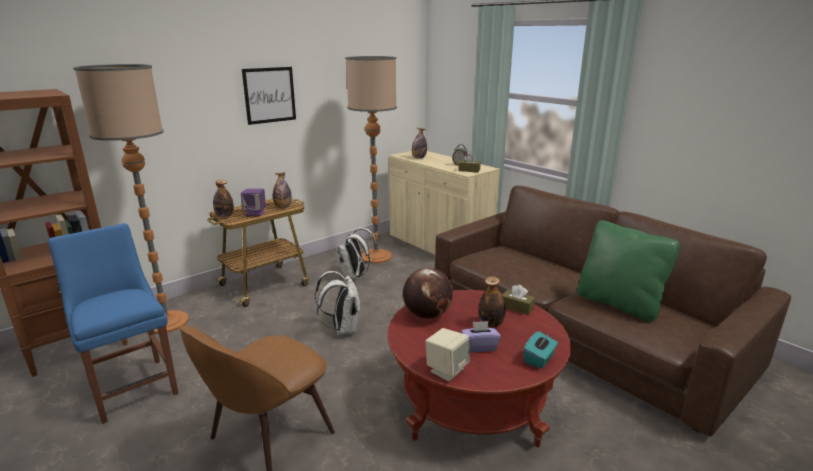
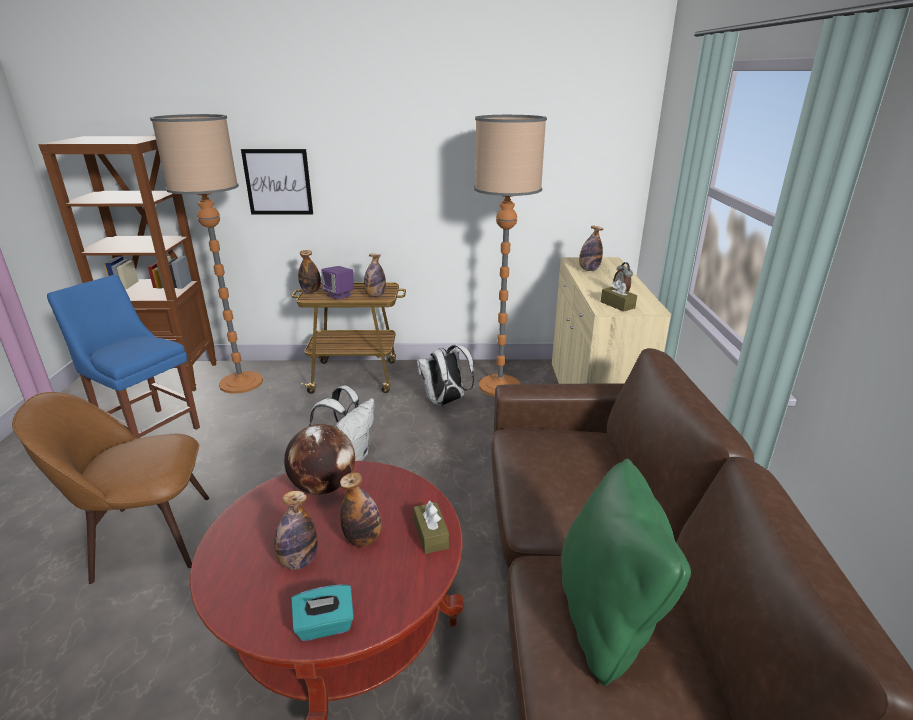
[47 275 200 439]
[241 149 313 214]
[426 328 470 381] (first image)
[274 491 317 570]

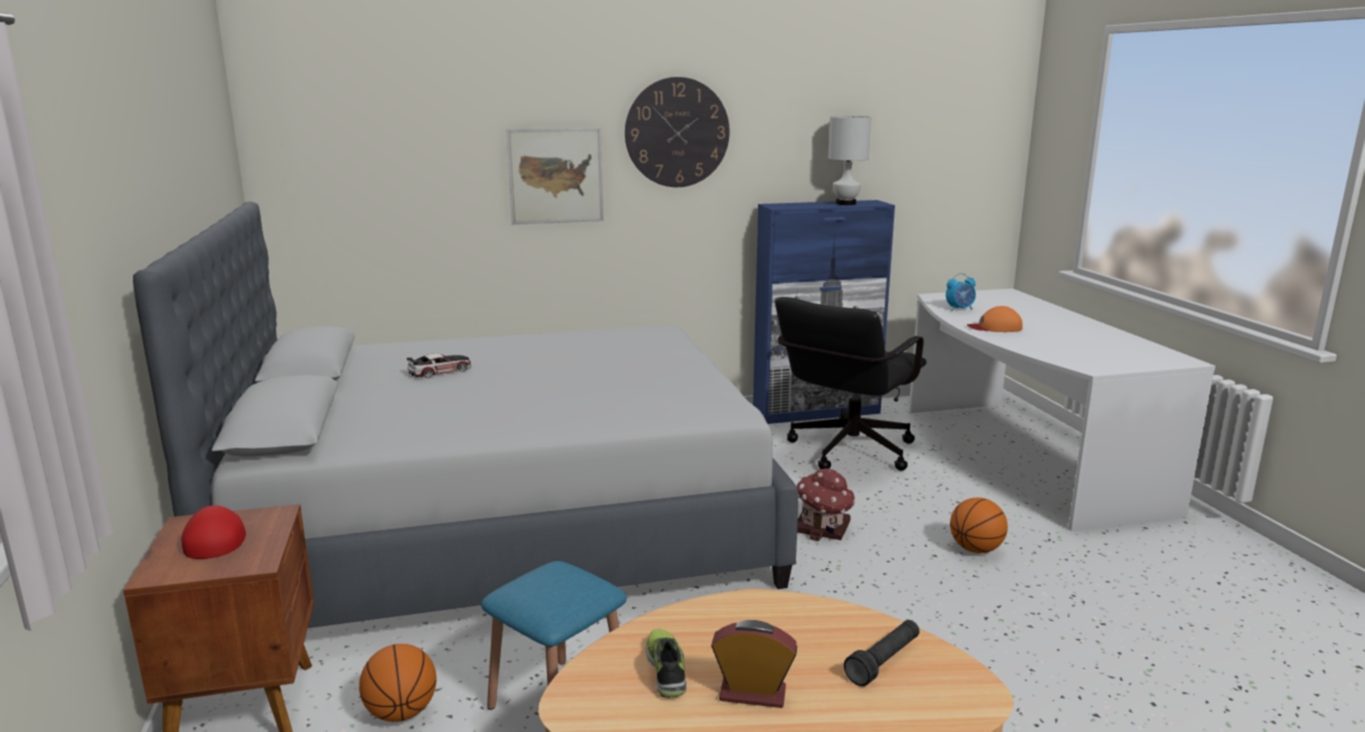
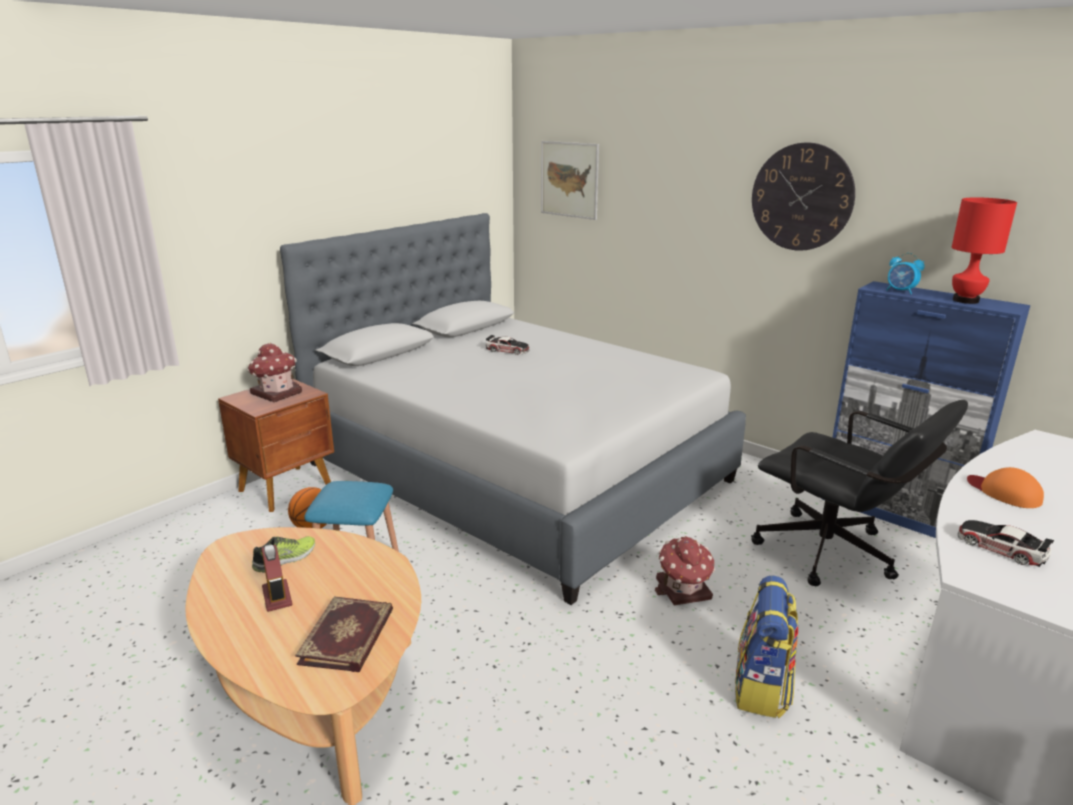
[247 343 302 402]
[541 141 599 220]
[751 400 968 586]
[952 197 1017 304]
[295 596 393 672]
[886 253 925 294]
[735 575 798 718]
[958 520 1054 567]

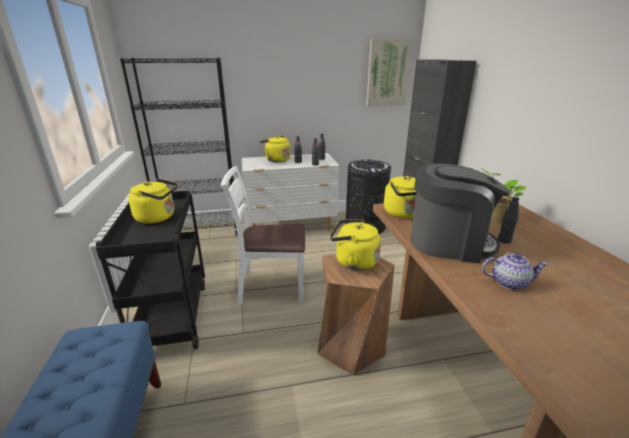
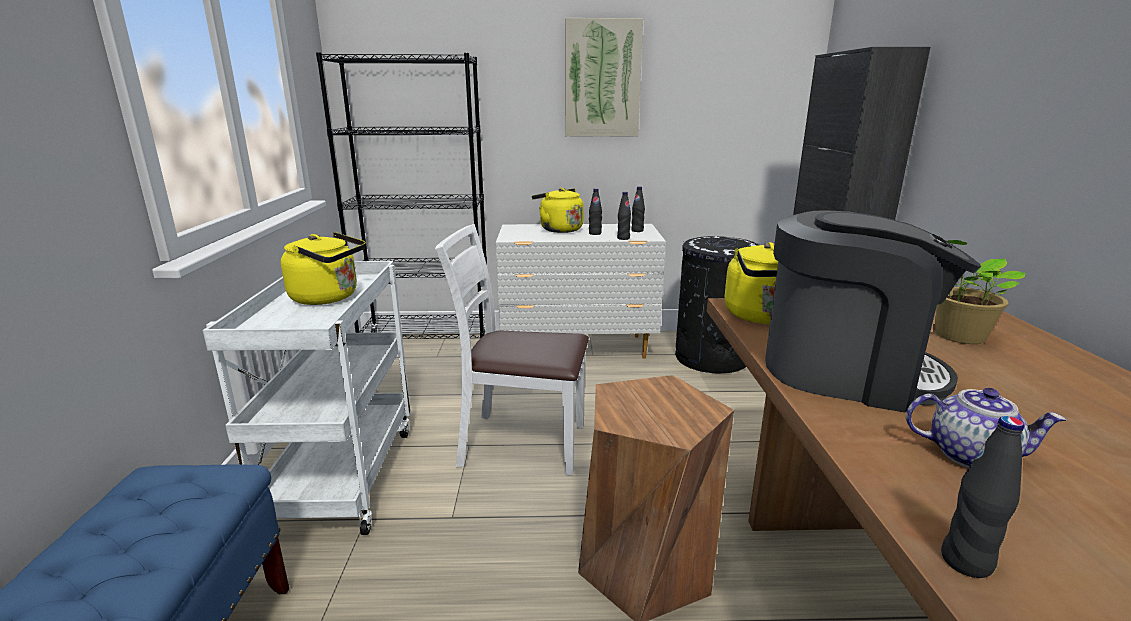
[203 261 411 535]
[330 219 381 271] (first image)
[565 18 643 137]
[941 416 1024 578]

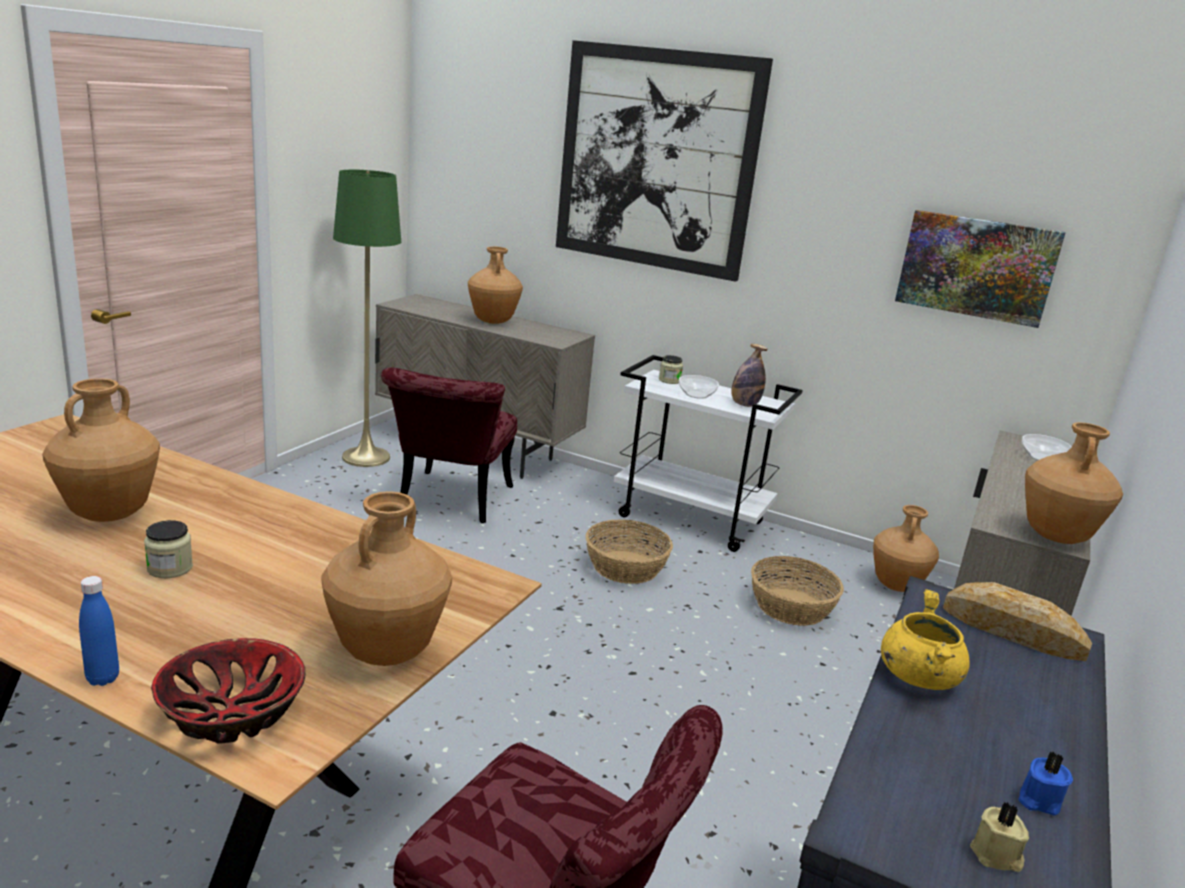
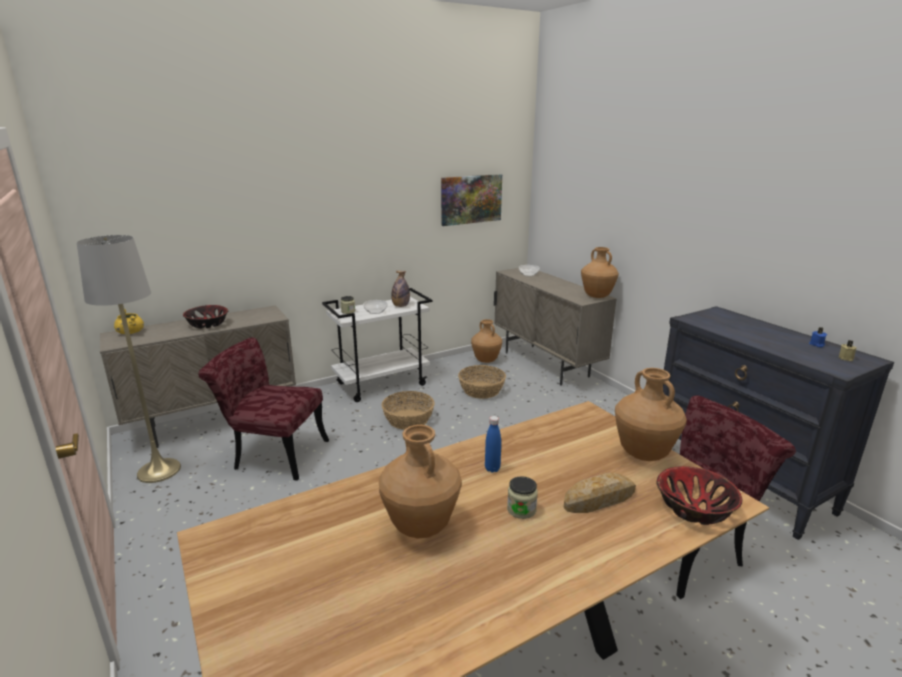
[485 416 501 473]
[77 235 181 483]
[198 337 329 481]
[183 305 228 328]
[556 40 773 282] (first image)
[114 309 144 334]
[564 473 636 513]

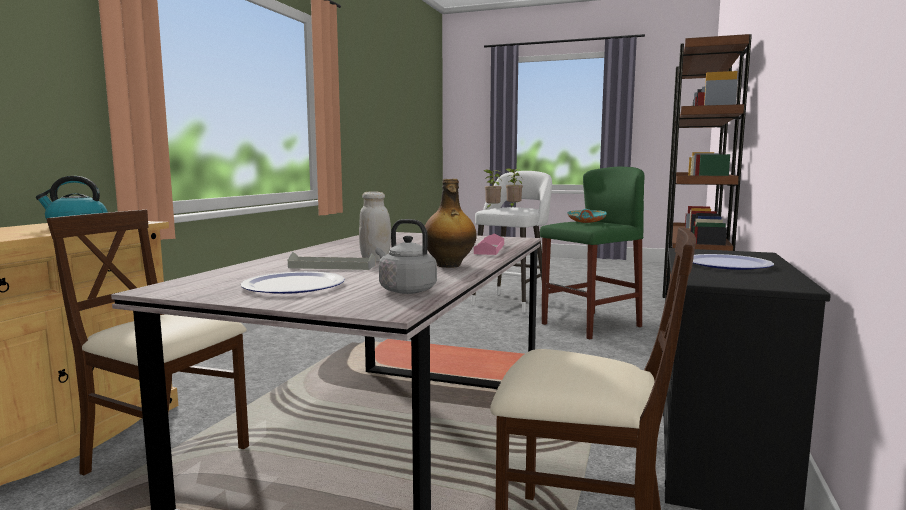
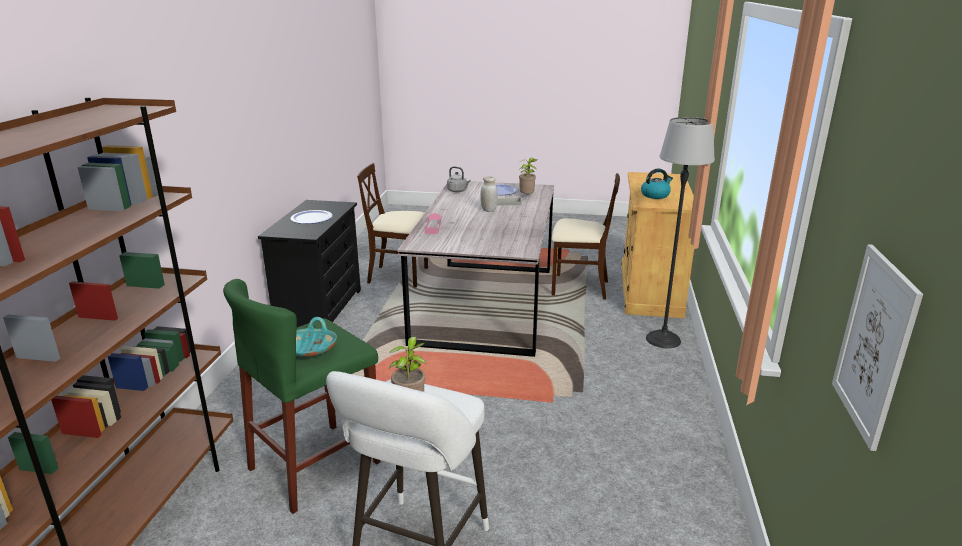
[422 179 477 268] (first image)
[519 158 537 194]
[646 117 715 348]
[832 244 923 451]

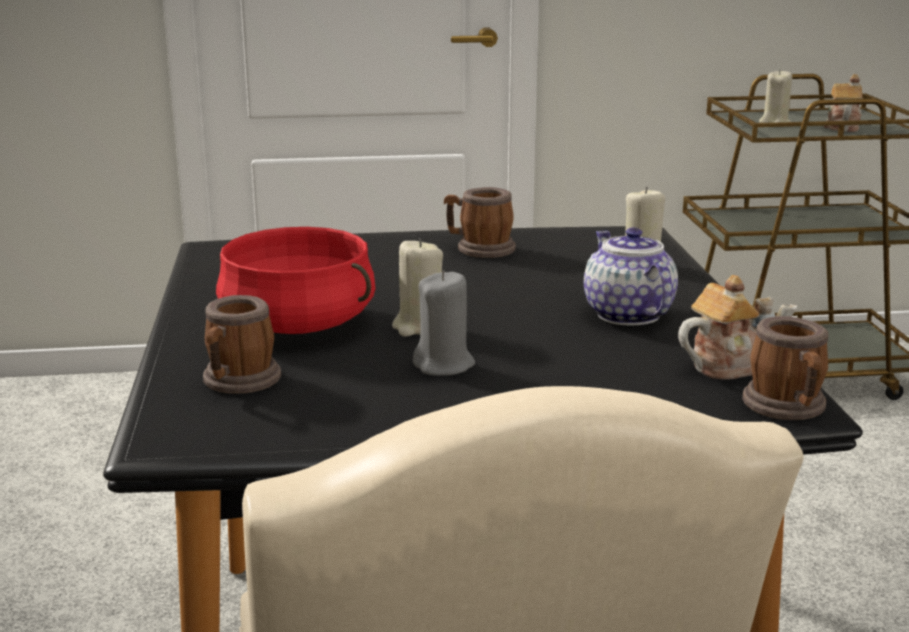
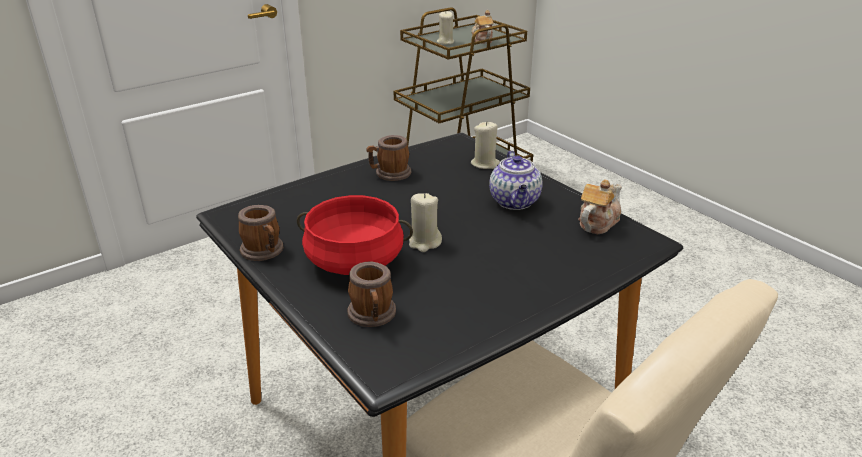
[413 270 475 376] (first image)
[489 150 543 210]
[238 205 283 261]

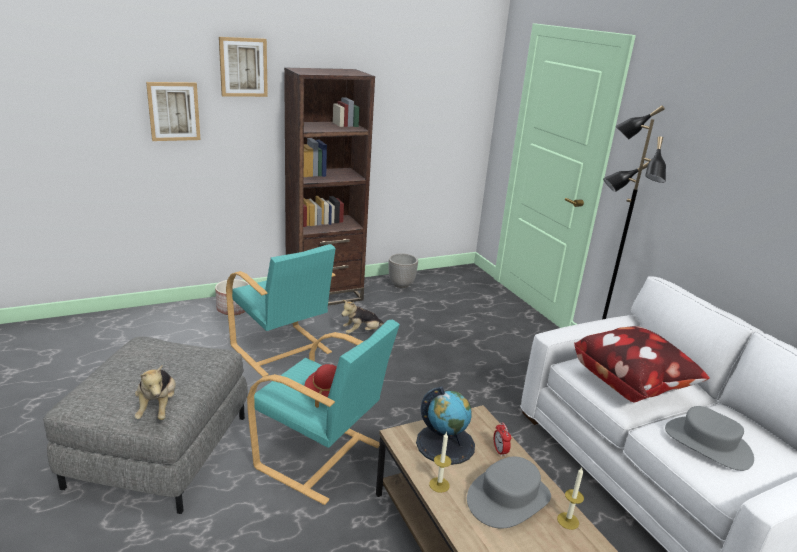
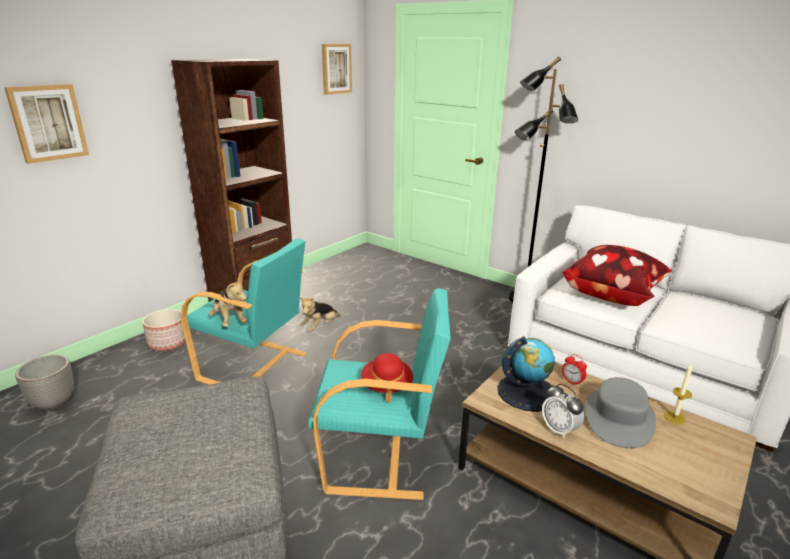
[208 277 247 327]
[322 44 352 95]
[15 355 74 411]
[542 384 584 439]
[665 406 754 471] (first image)

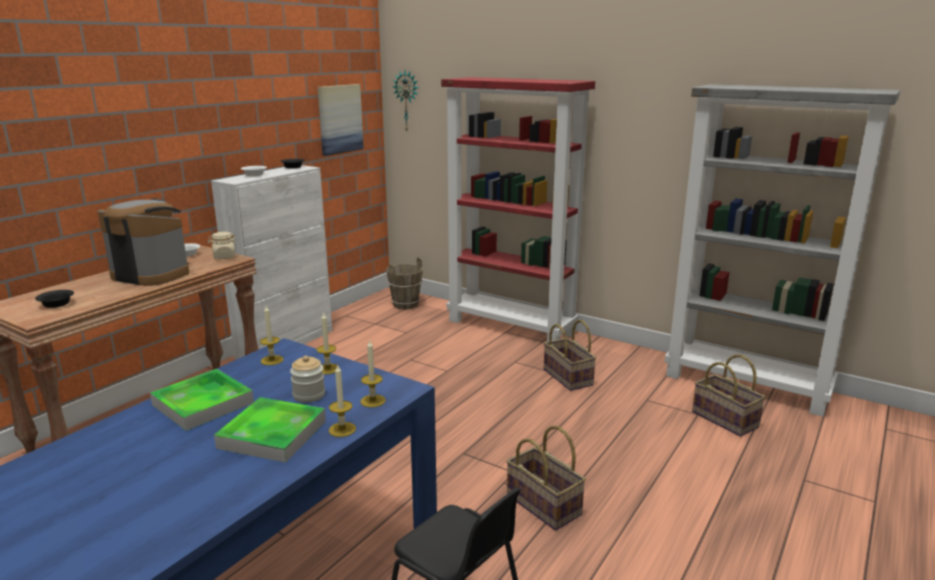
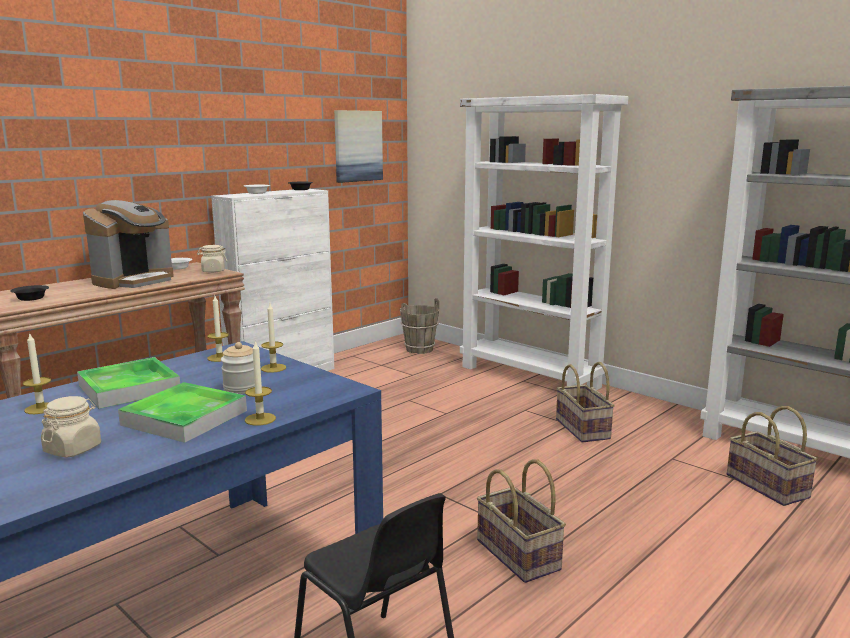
[83 200 174 289]
[23 332 51 414]
[393 70 418 131] (first image)
[460 94 629 390]
[41 396 101 458]

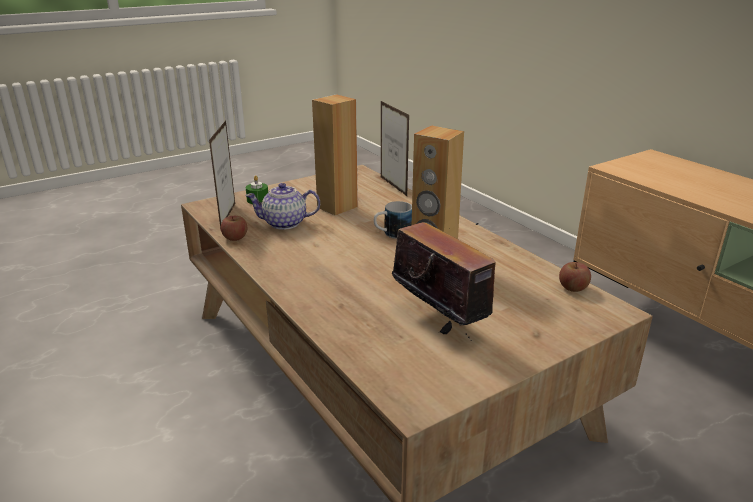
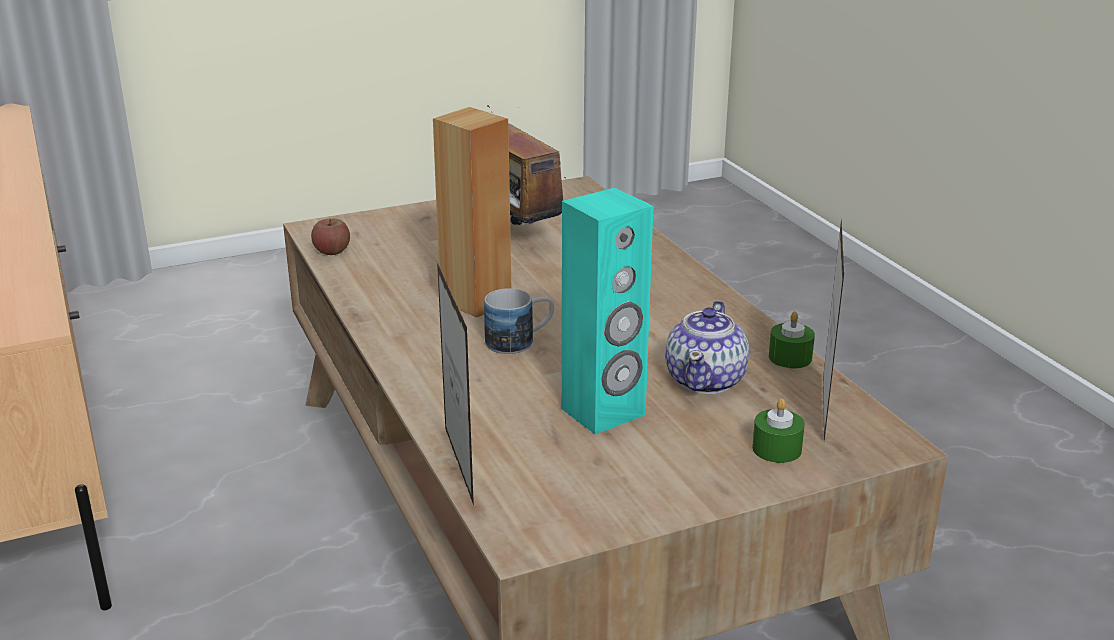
[769 311 815 368]
[665 300 749 394]
[562 188 654 434]

